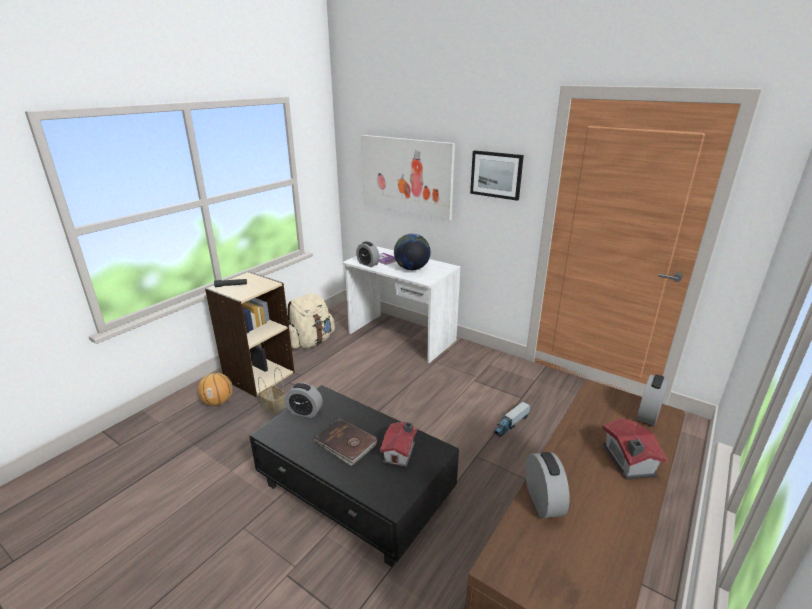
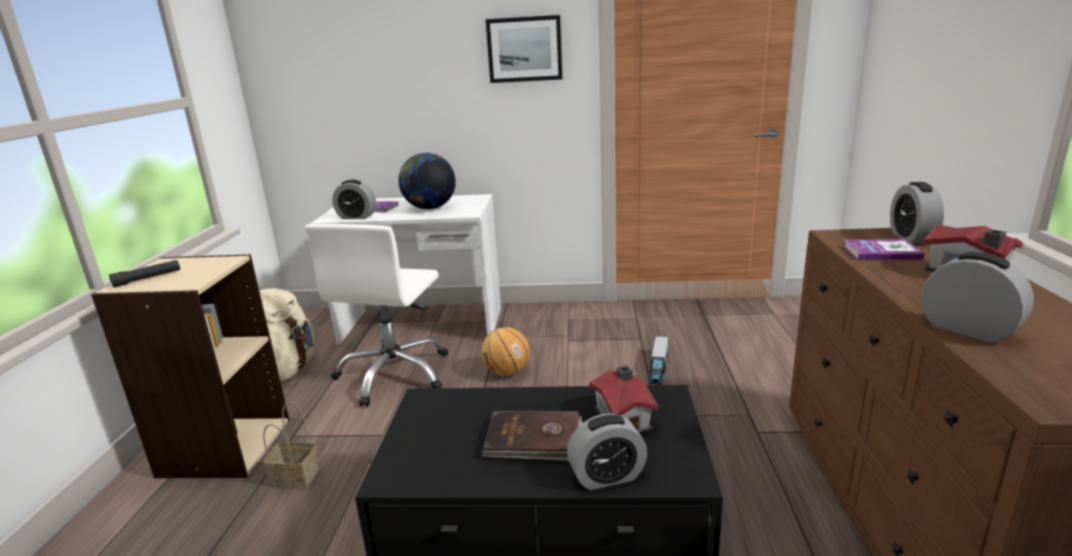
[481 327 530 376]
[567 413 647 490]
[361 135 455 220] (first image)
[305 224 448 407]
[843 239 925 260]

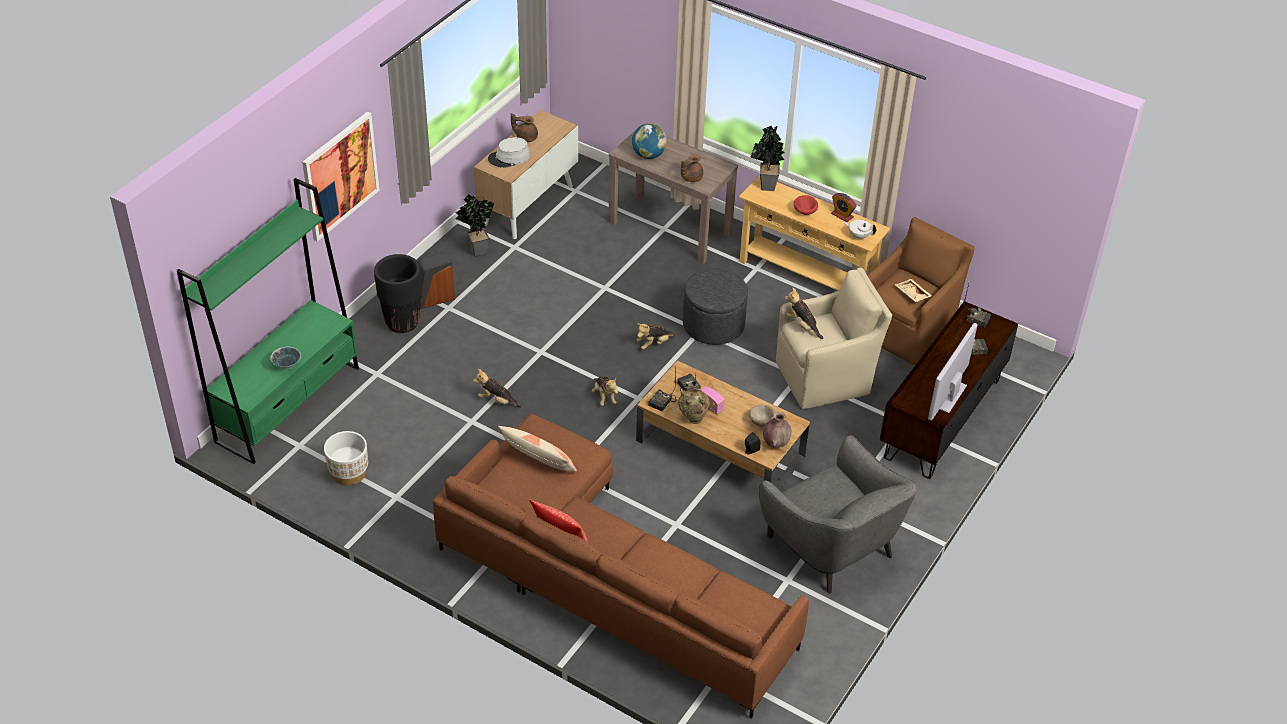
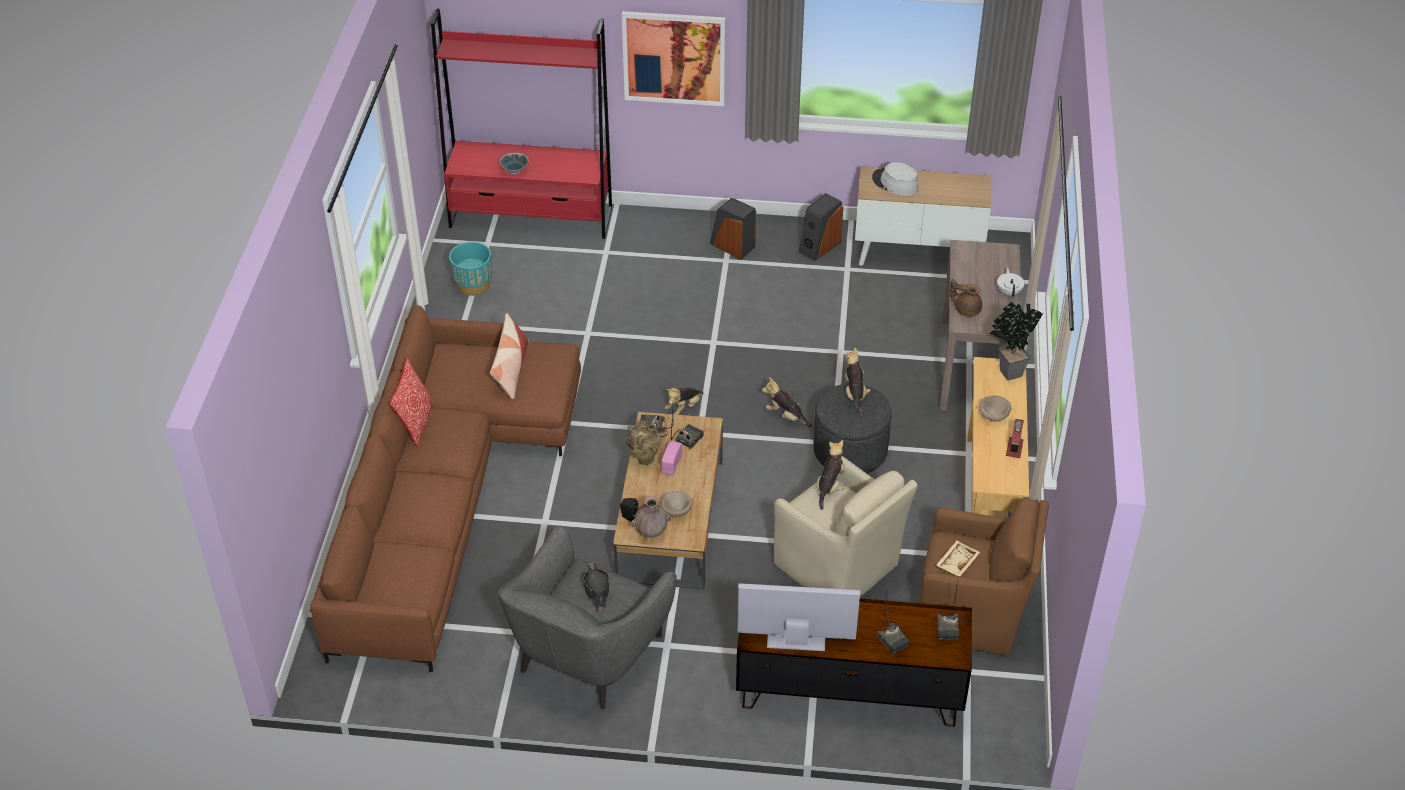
[431 8 612 239]
[449 242 492 296]
[374 254 422 333] (first image)
[798 193 843 261]
[845 348 870 415]
[511 113 538 142] (first image)
[632 123 667 159] (first image)
[979 396 1011 421]
[997 268 1024 297]
[584 562 610 612]

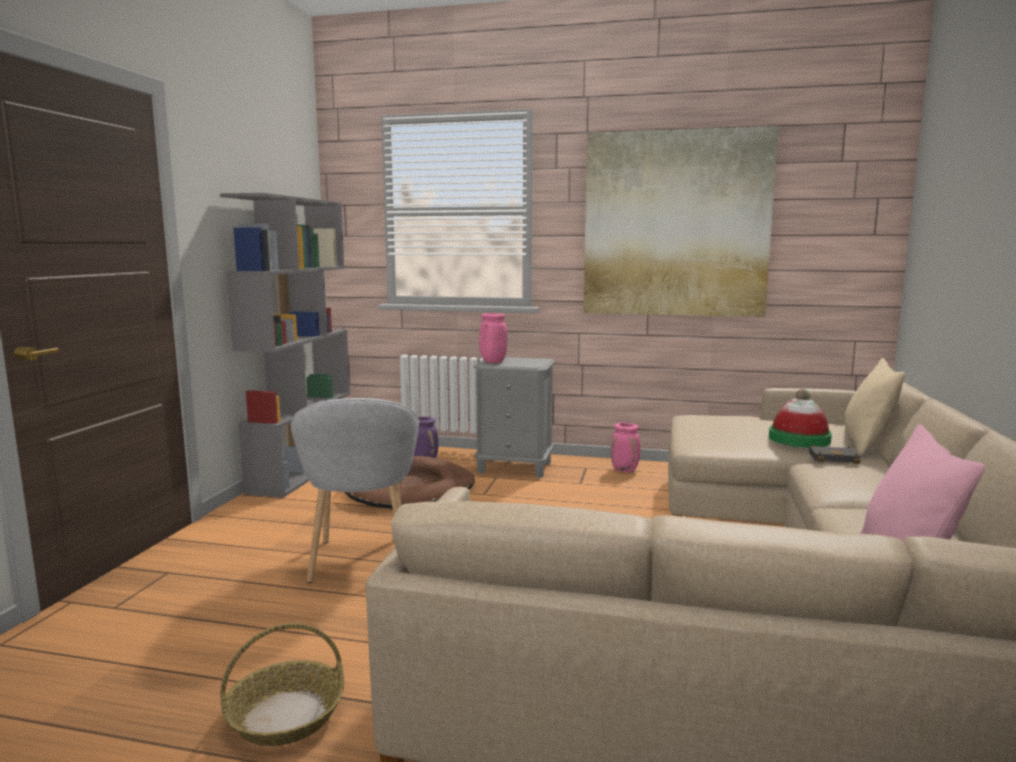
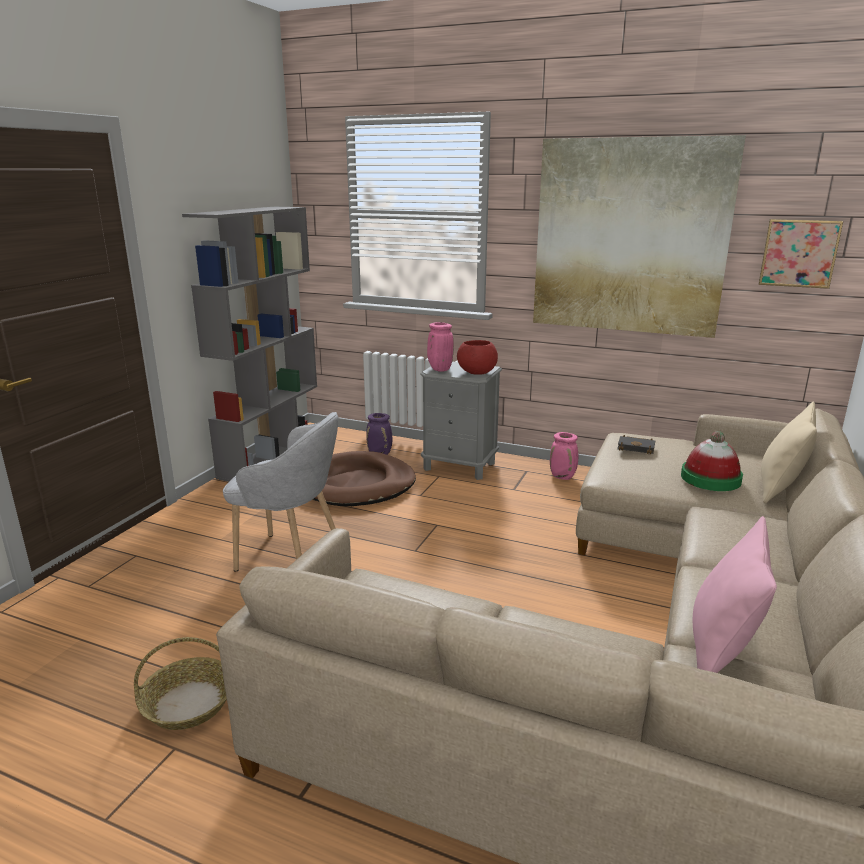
[223 412 338 572]
[617 435 655 454]
[457 340 498 375]
[759 219 843 289]

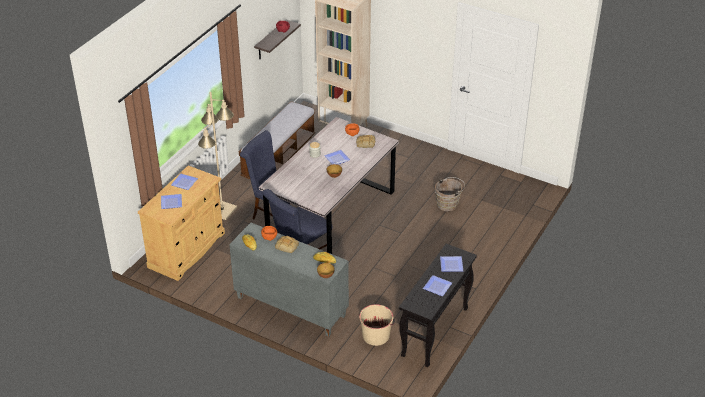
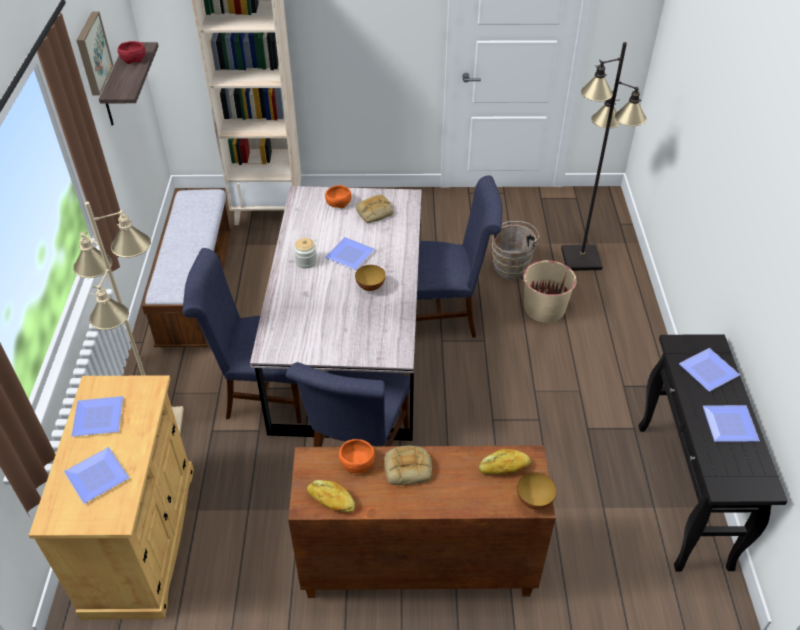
[288 445 556 598]
[521 260 578 323]
[76 11 113 95]
[416 175 502 338]
[561 42 646 271]

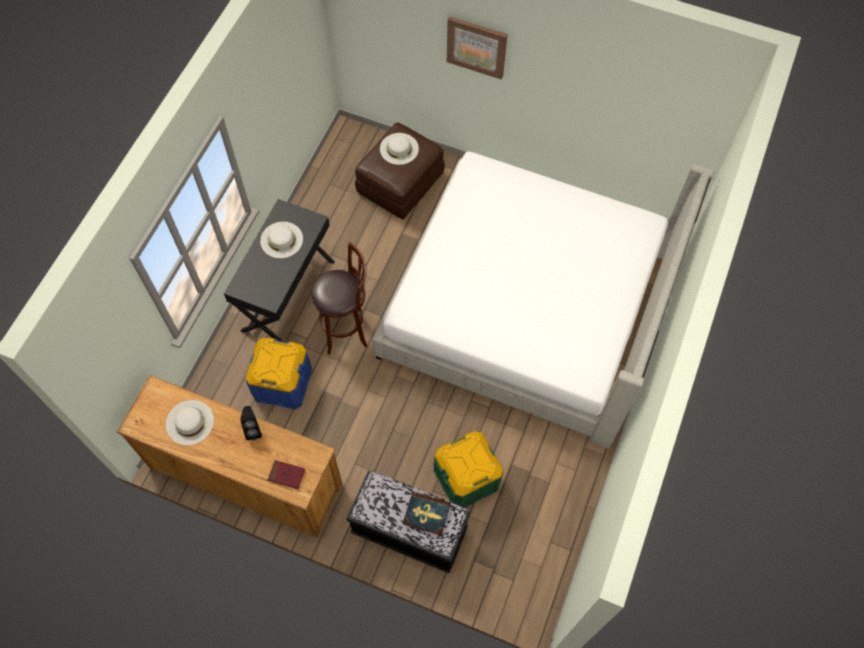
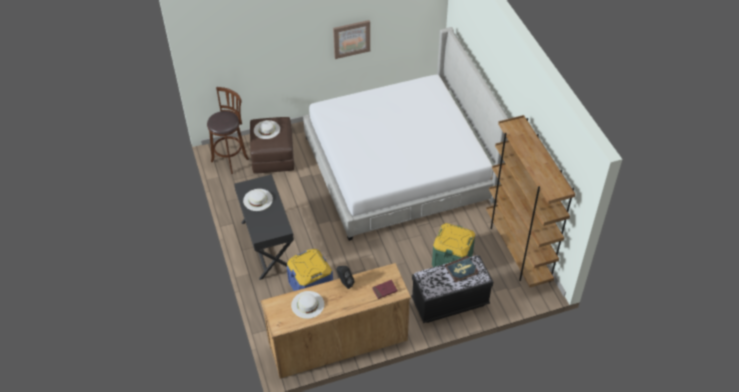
[207 87 249 174]
[333 20 370 59]
[486 115 576 287]

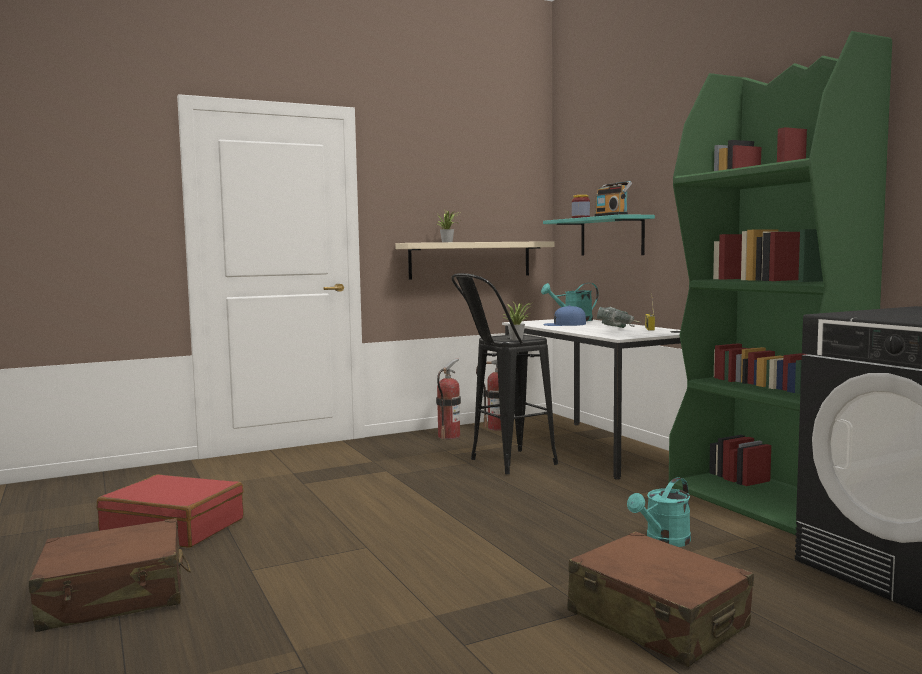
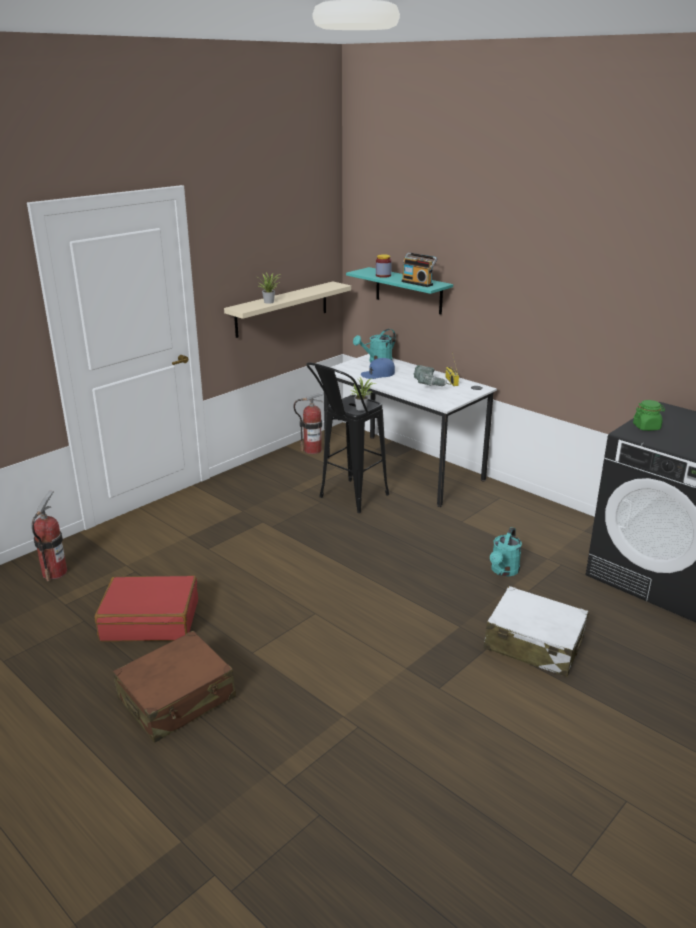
[32 491 67 581]
[484 586 589 677]
[669 31 892 535] (first image)
[633 400 665 431]

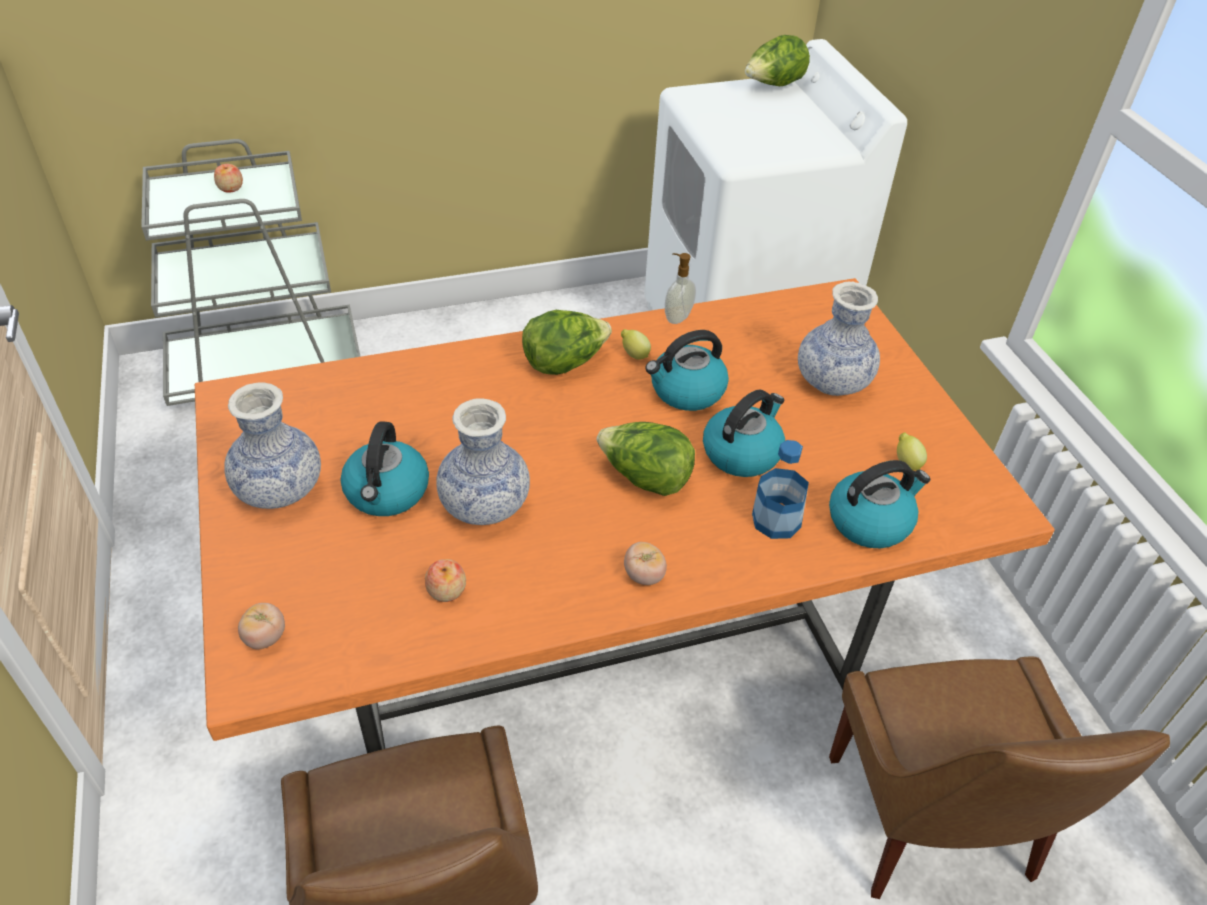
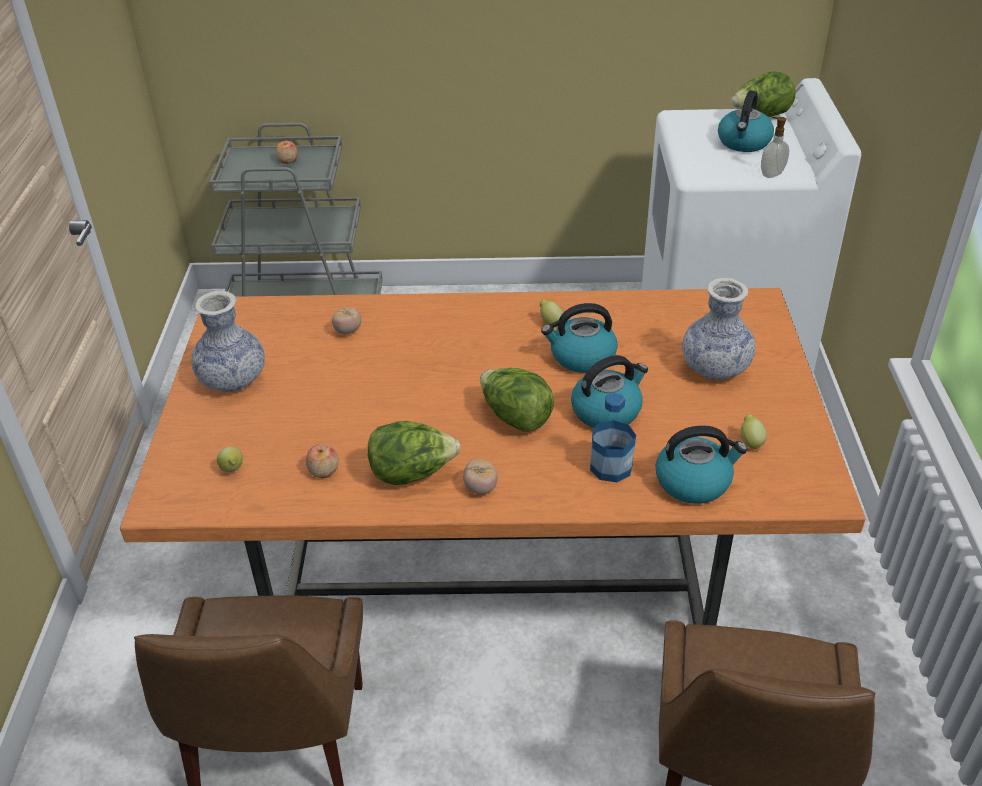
[332 307 361 334]
[718 90 774 152]
[436 399 530 525] (first image)
[368 421 461 485]
[761 117 789 178]
[217 447 243 472]

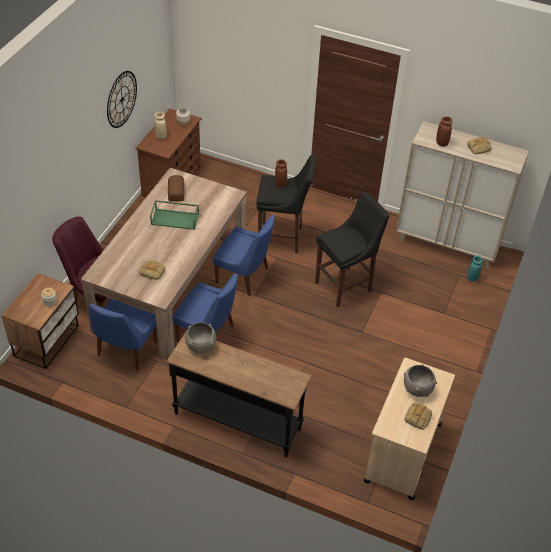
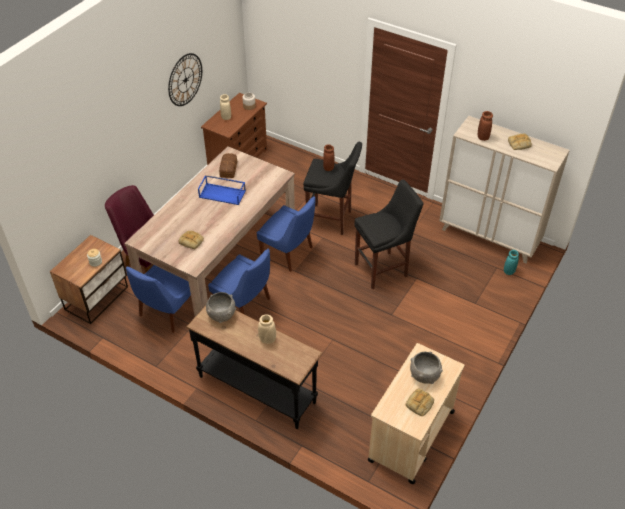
[198 175 246 205]
[258 315 276 344]

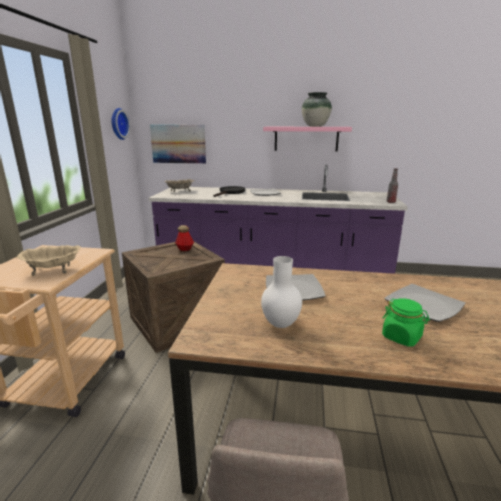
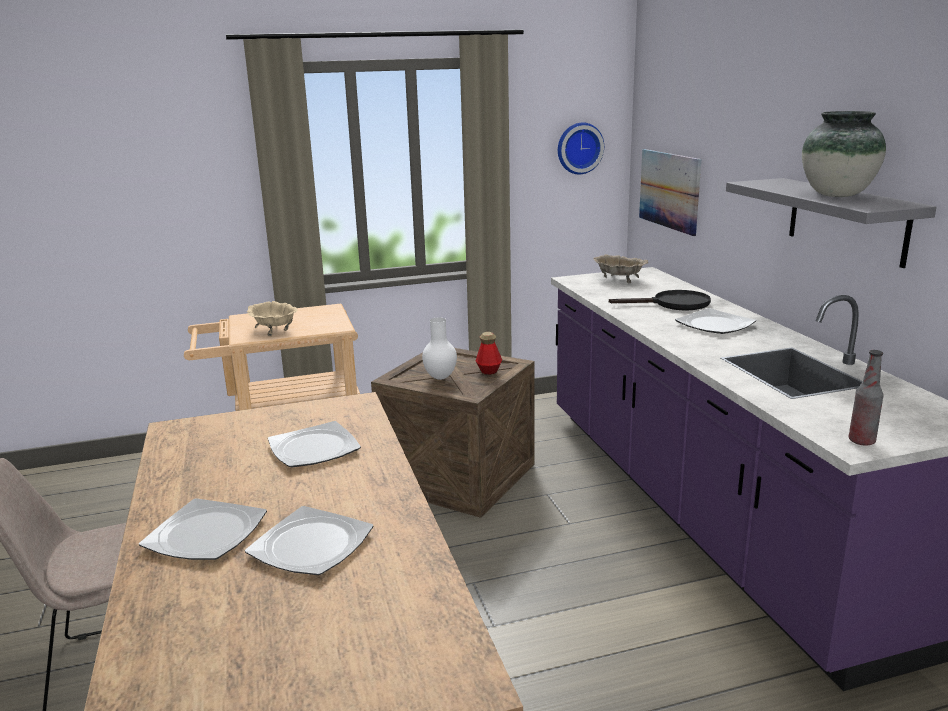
[422 317 457 380]
[726 178 936 268]
[139 498 267 560]

